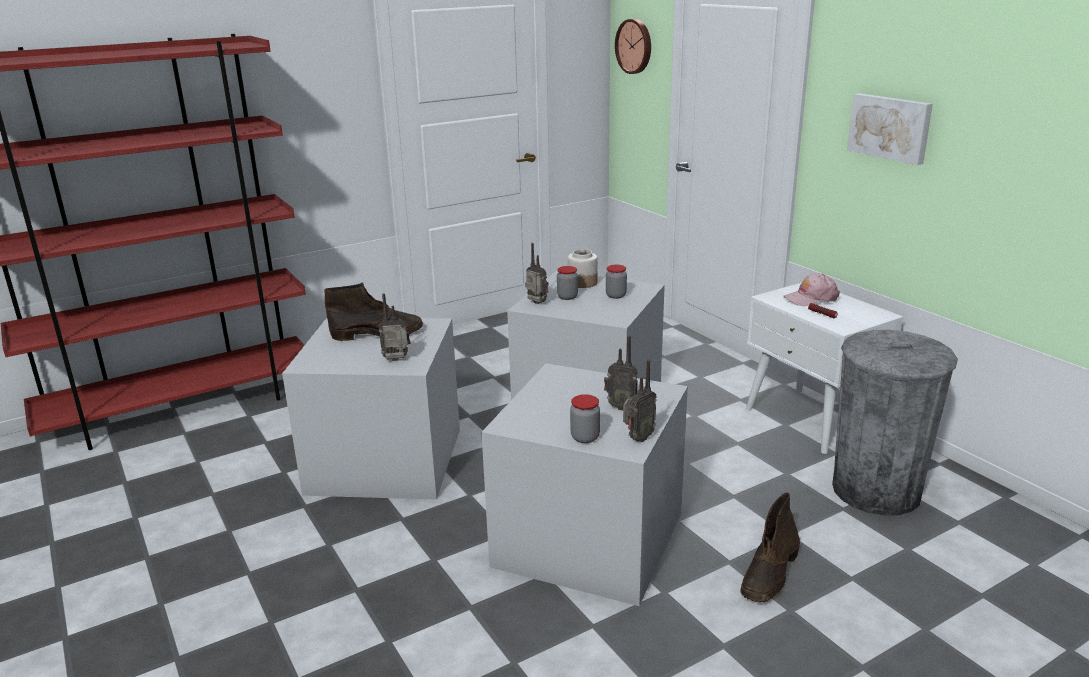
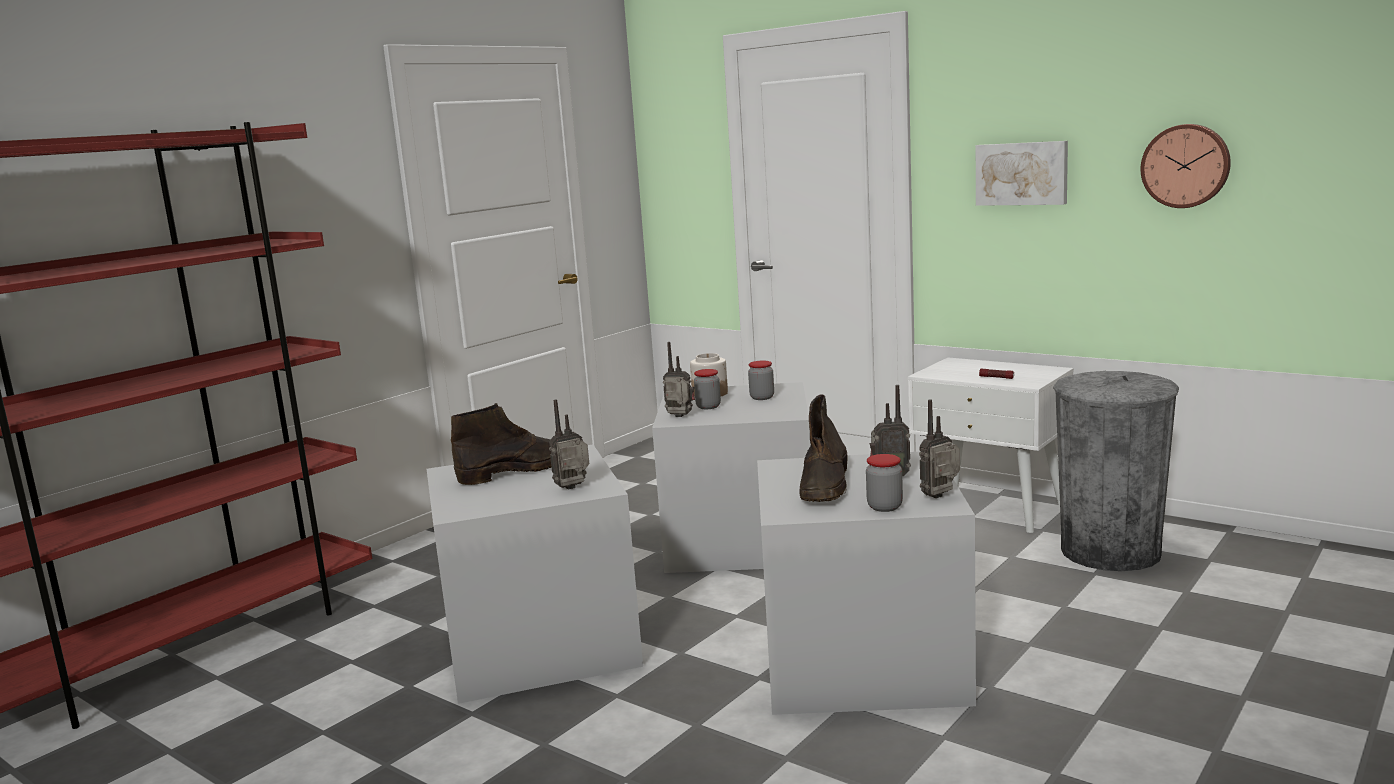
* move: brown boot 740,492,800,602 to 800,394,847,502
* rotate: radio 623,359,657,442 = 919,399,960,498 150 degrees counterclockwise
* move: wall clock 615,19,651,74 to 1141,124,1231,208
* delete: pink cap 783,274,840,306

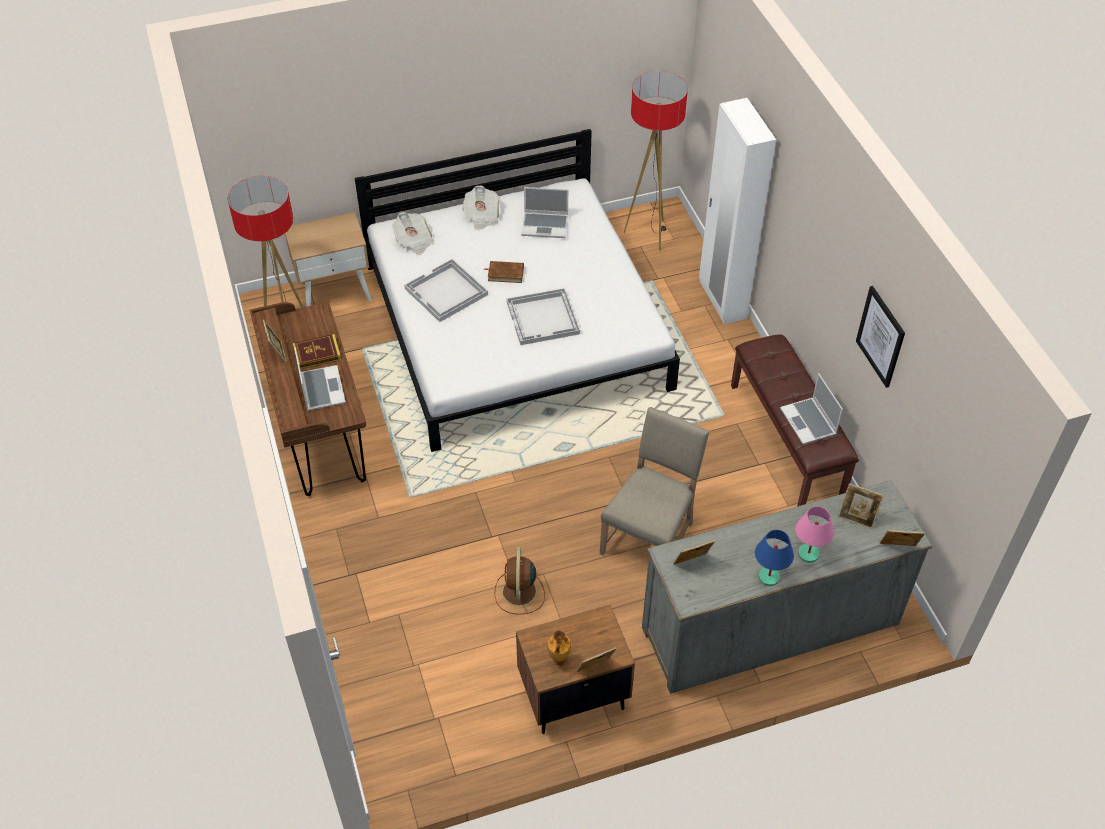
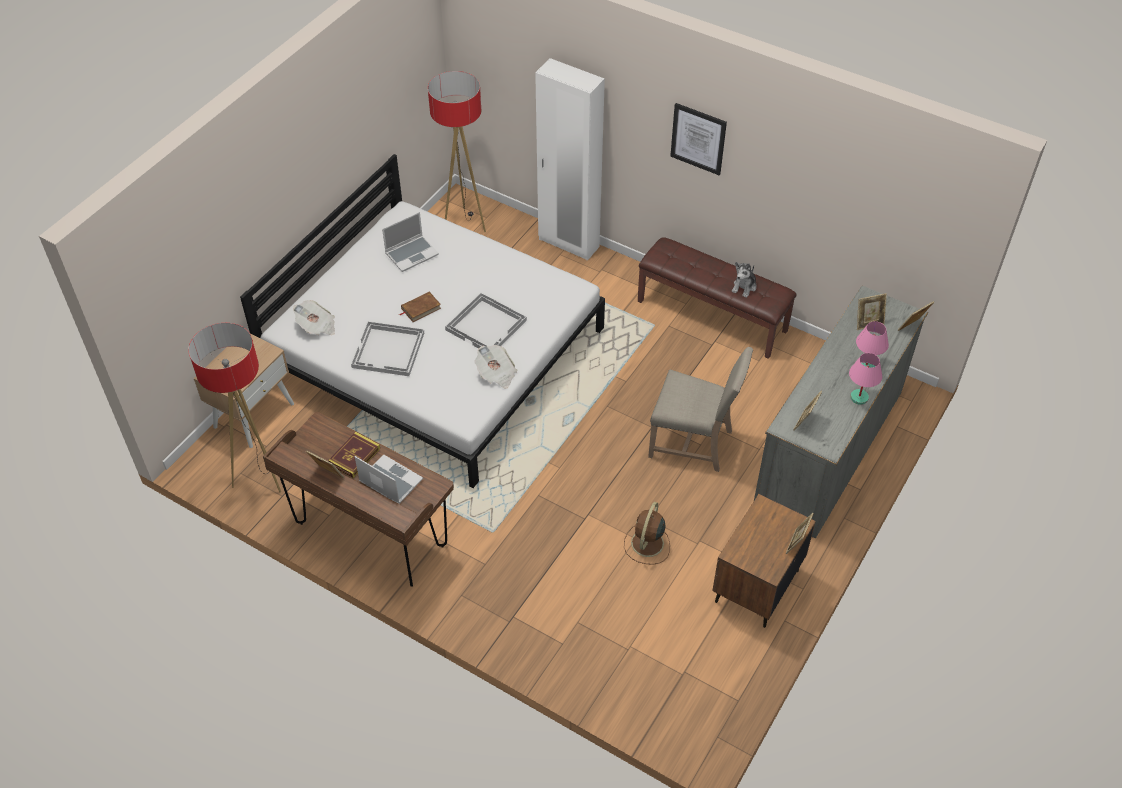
* move: newspaper 462,185,500,230 to 475,345,518,389
* rotate: brown fan 494,547,545,615 = 624,502,670,565 60 degrees clockwise
* rotate: beige chair 600,407,709,555 = 648,347,753,472 120 degrees clockwise
* move: picture 856,286,905,388 to 670,103,727,175
* replace: laptop 780,373,843,444 to plush toy 732,262,757,298
* recolor: blue table lamp 755,530,794,586 to pink table lamp 849,353,882,405
* delete: vase 548,631,571,666

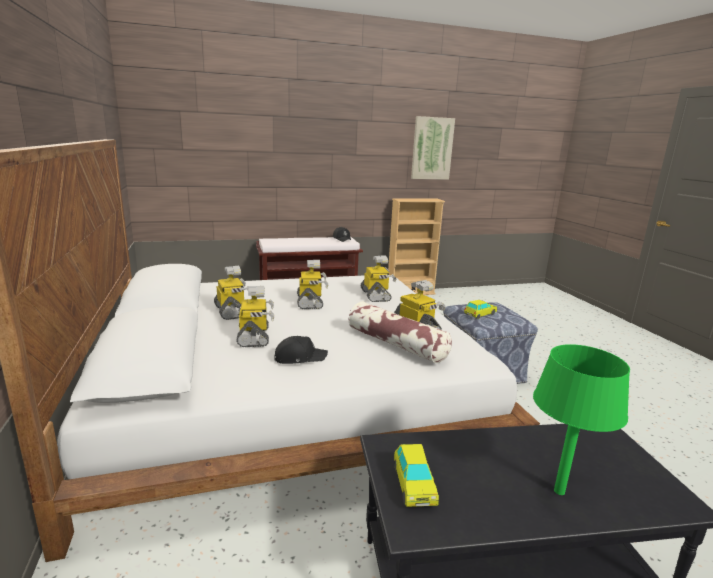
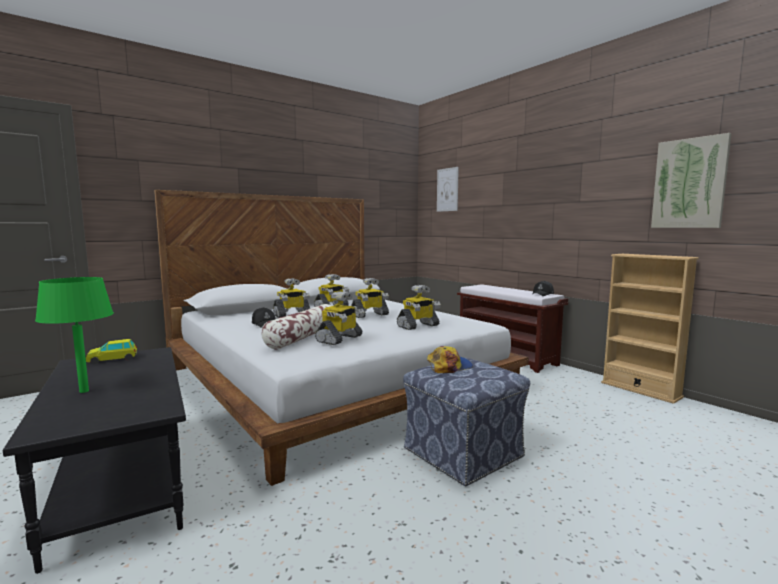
* replace: toy car 464,300,497,319 to cap 427,346,473,373
* insert: picture 437,167,459,212

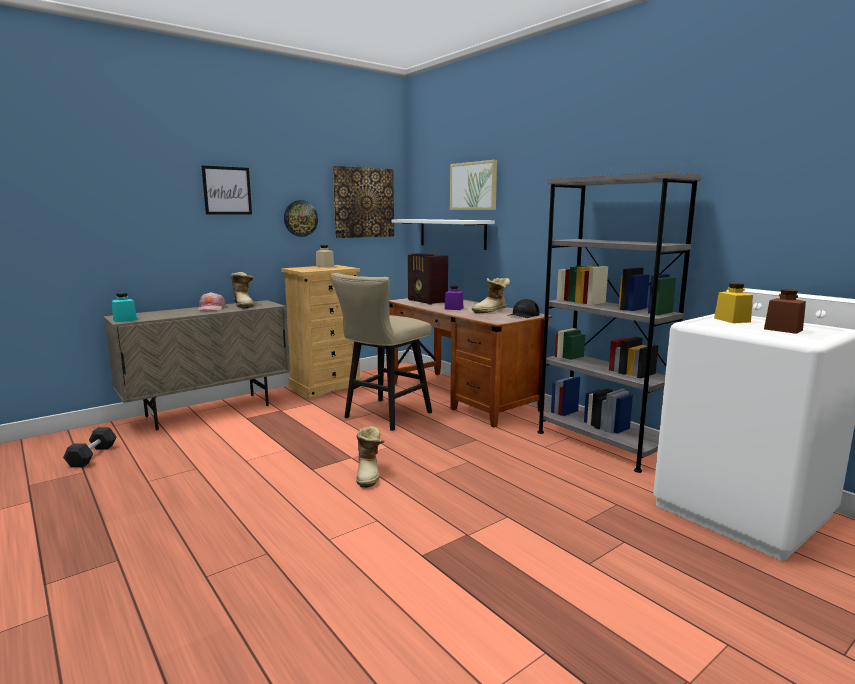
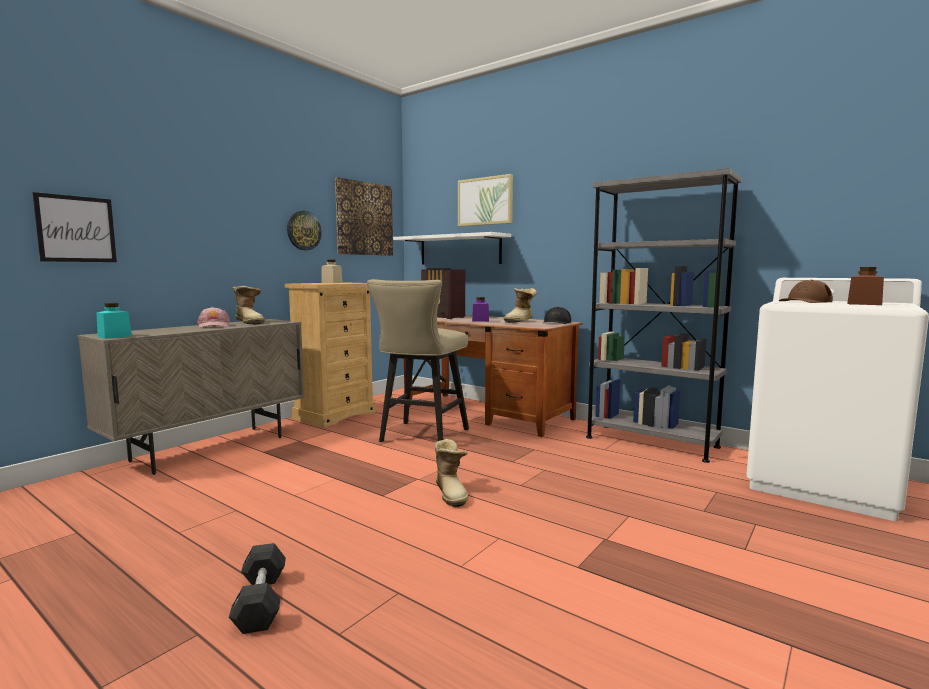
* move: picture 202,166,252,214 to 32,192,117,262
* move: black dumbbell 63,427,117,467 to 229,543,286,634
* replace: yellow jar 714,283,753,323 to brown cap 779,280,833,303

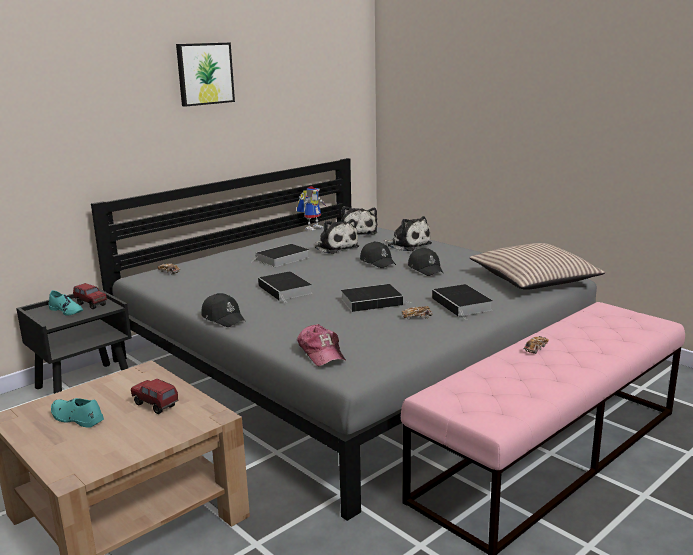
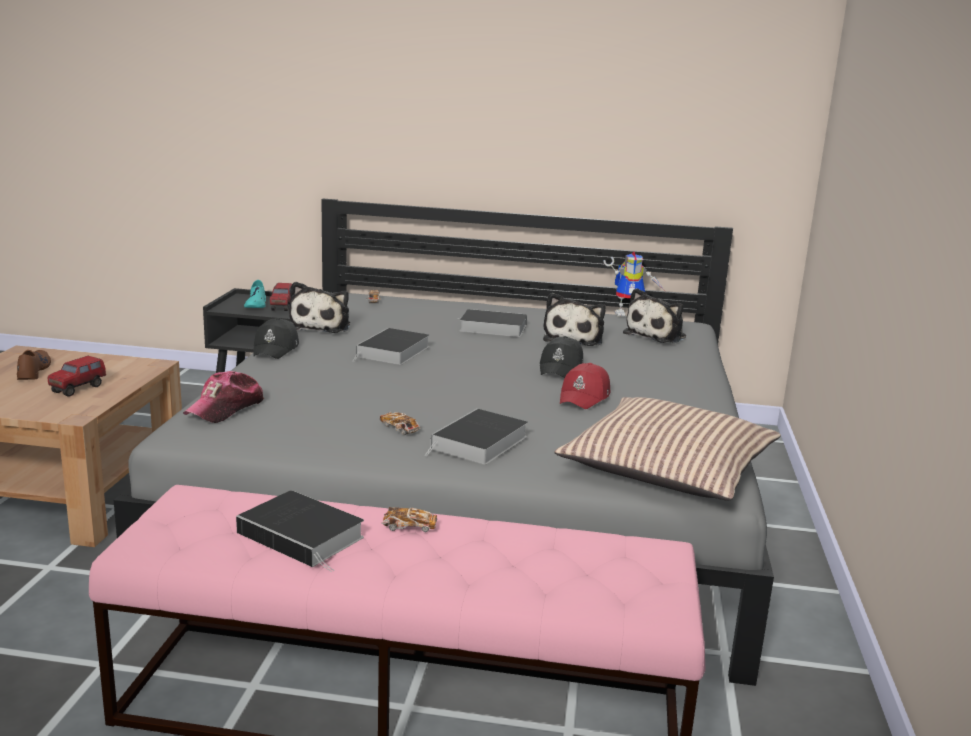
* recolor: turquoise shoe 51,398,104,428 to brown shoe 17,350,51,380
* rotate: toy truck 131,379,179,414 = 47,356,106,397 150 degrees counterclockwise
* move: book 341,284,410,312 to 236,491,364,572
* move: plush toy 384,216,432,251 to 289,282,350,333
* recolor: black cap 408,248,443,276 to red cap 560,363,611,409
* delete: picture 176,42,235,107

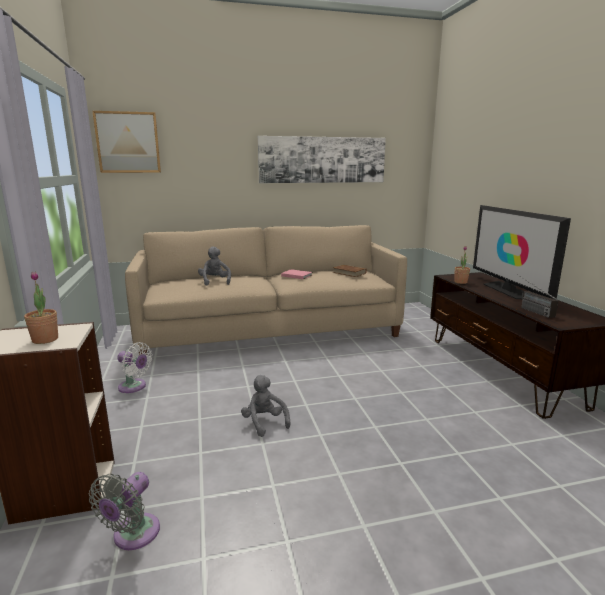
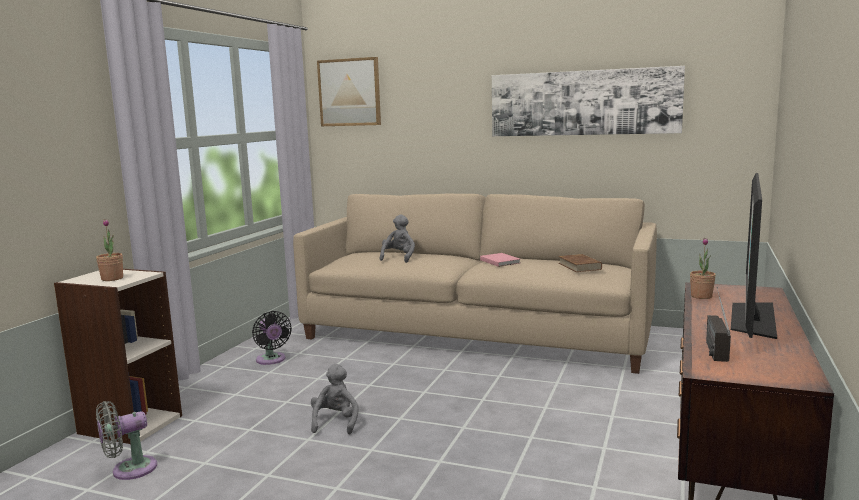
* recolor: white fan 117,342,152,393 to black fan 252,311,292,365

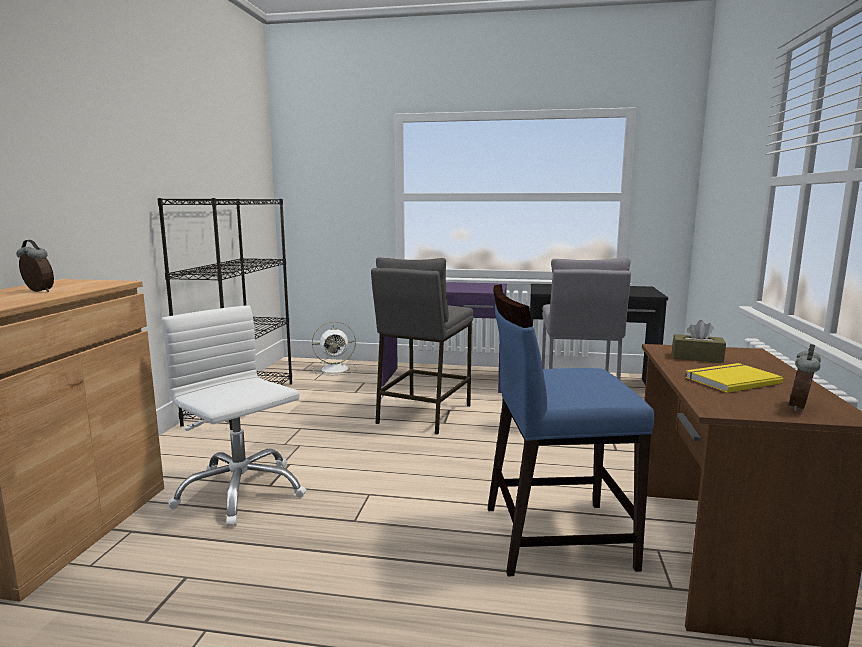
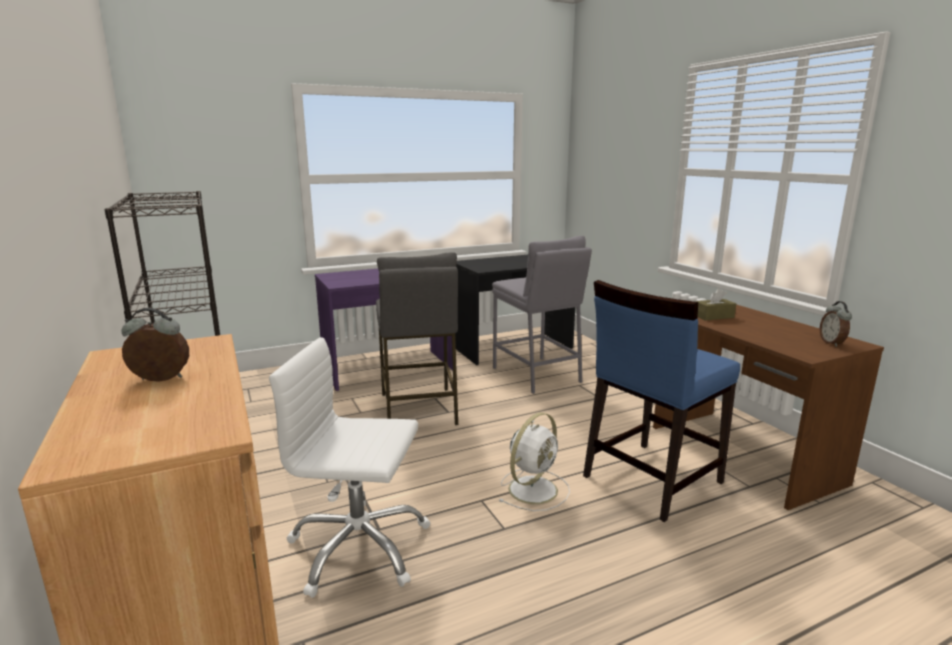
* move: white fan 312,321,357,375 to 499,412,570,511
* delete: yellow book 685,363,783,393

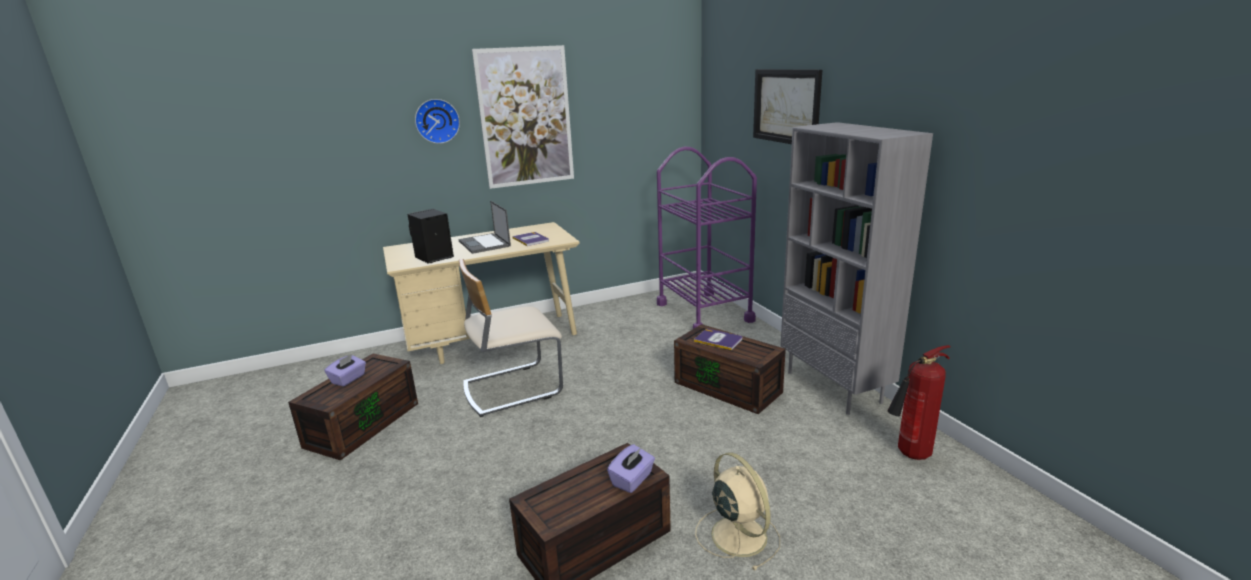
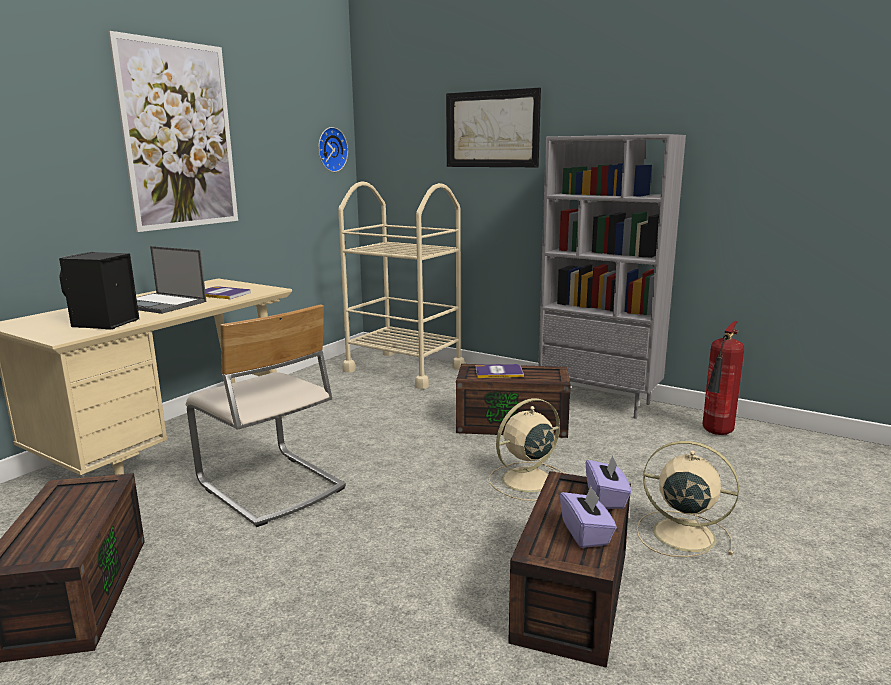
* rotate: beige chair 459,259,563,417 = 186,305,346,527 75 degrees counterclockwise
* move: wall clock 415,99,460,144 to 318,127,348,172
* recolor: purple cart 657,147,757,329 to beige cart 338,181,465,389
* insert: beige fan 489,398,567,501
* move: purple tissue box 325,354,366,386 to 560,486,617,548

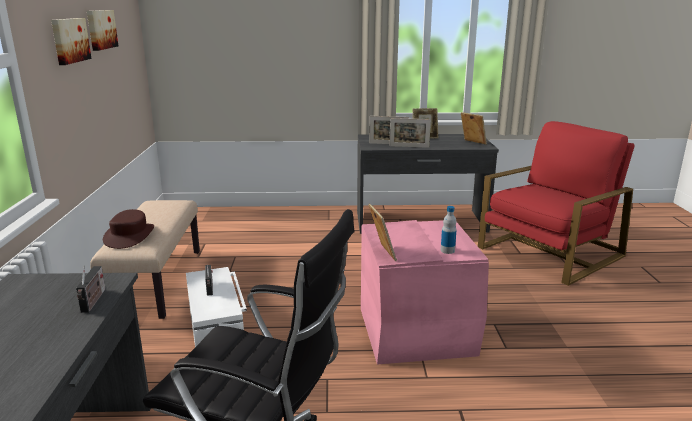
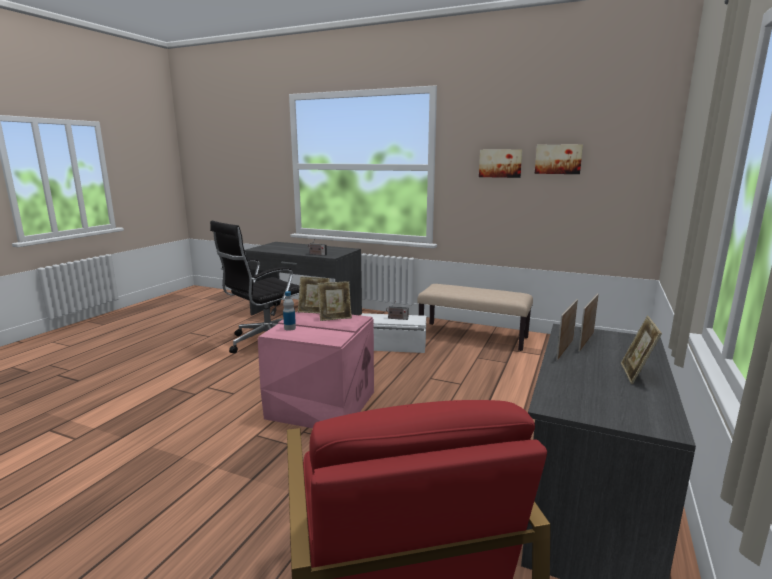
* move: picture frame 461,112,487,145 to 318,281,352,321
* delete: brown hat 103,209,154,249

